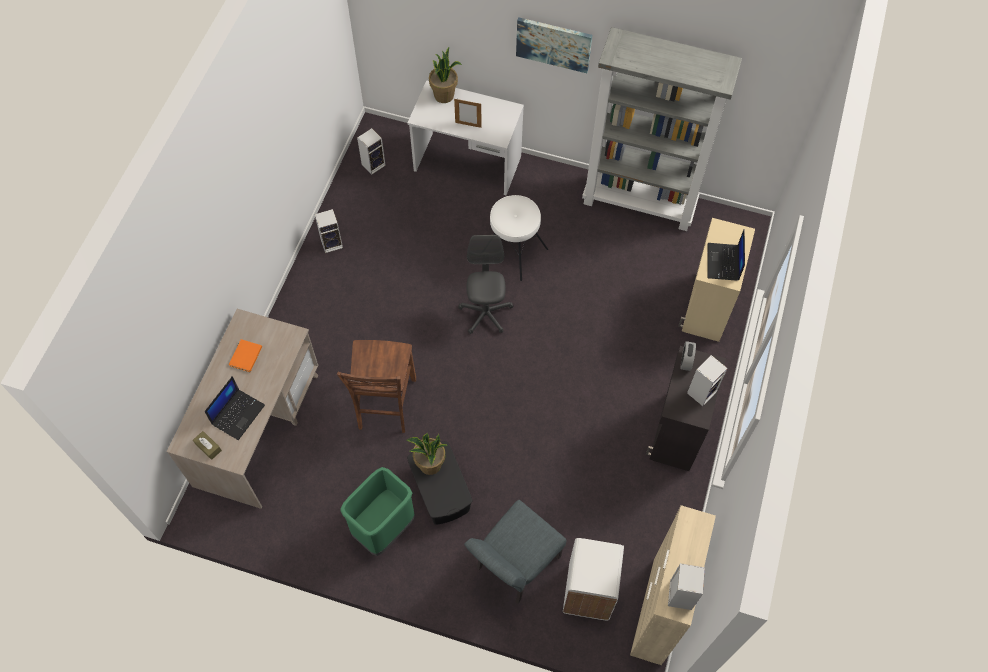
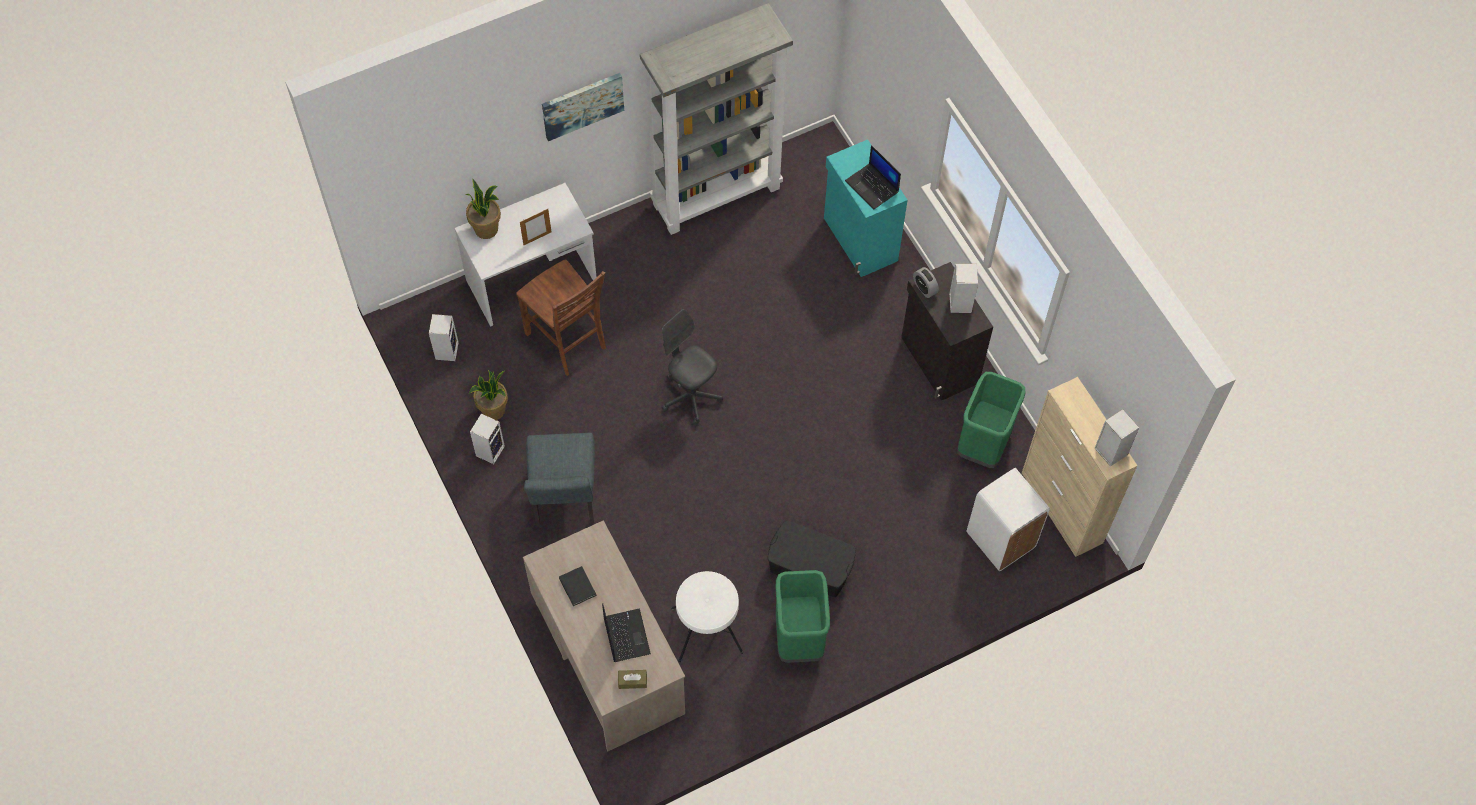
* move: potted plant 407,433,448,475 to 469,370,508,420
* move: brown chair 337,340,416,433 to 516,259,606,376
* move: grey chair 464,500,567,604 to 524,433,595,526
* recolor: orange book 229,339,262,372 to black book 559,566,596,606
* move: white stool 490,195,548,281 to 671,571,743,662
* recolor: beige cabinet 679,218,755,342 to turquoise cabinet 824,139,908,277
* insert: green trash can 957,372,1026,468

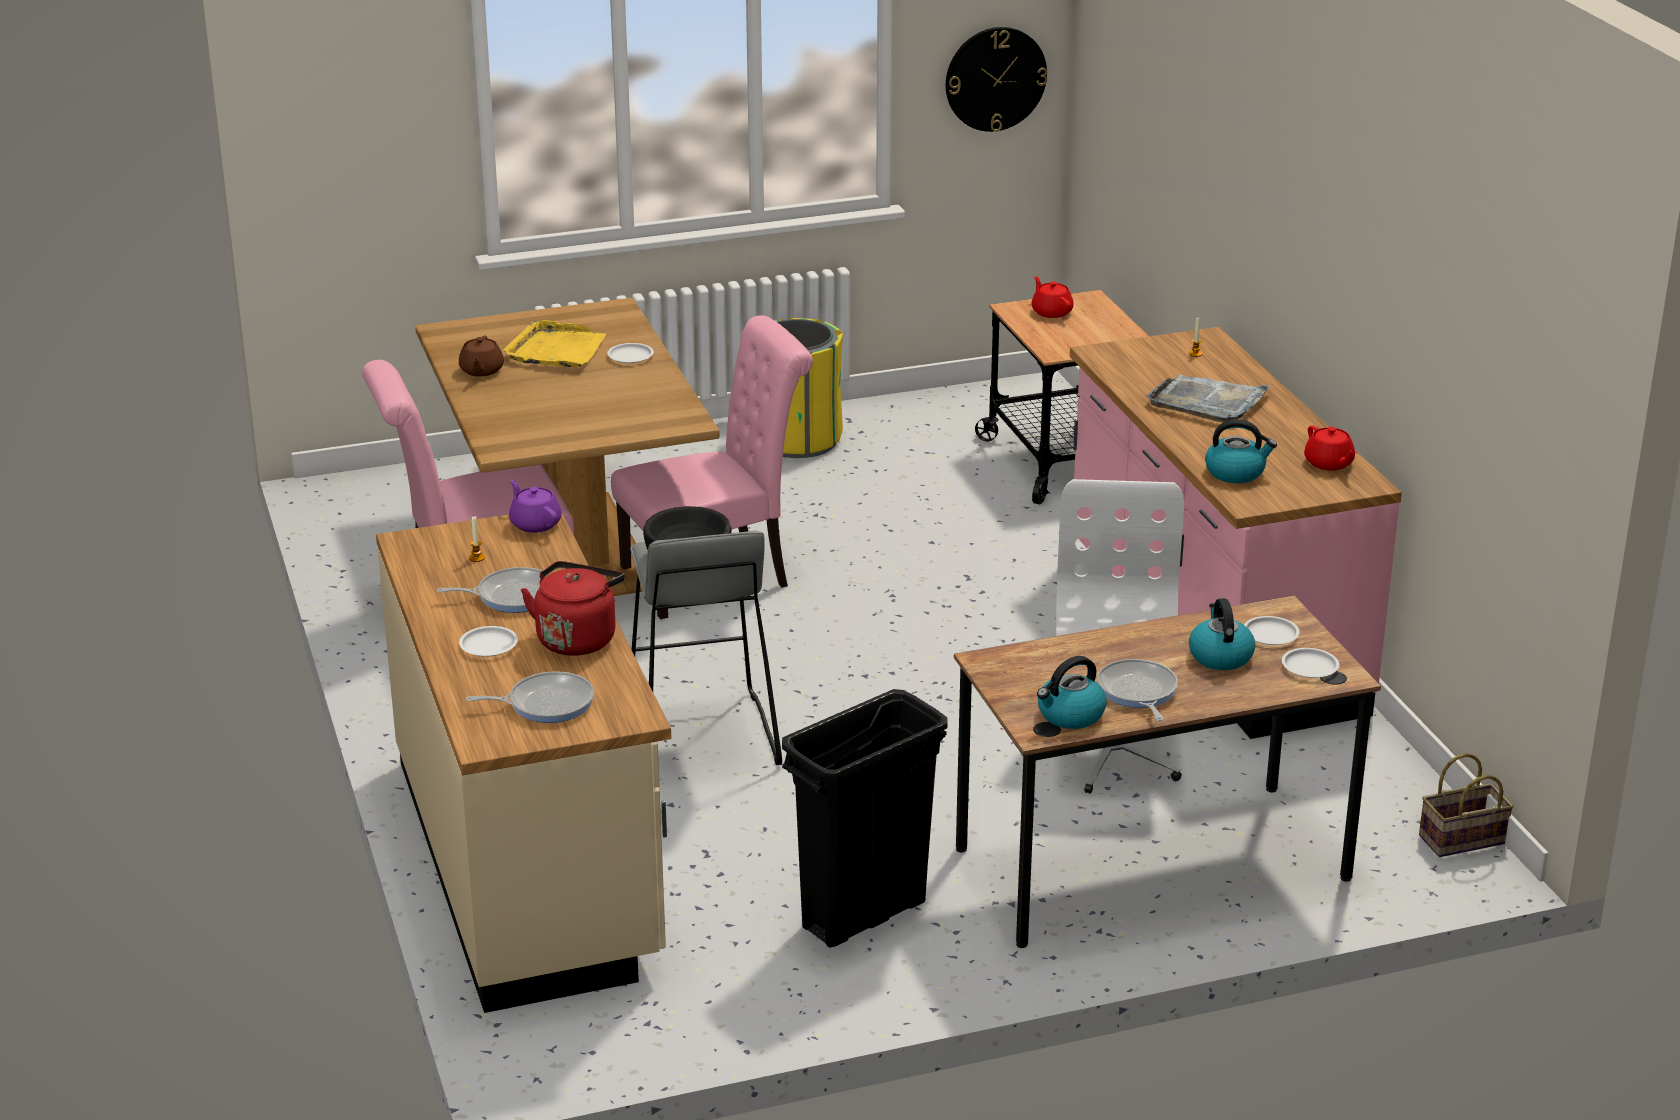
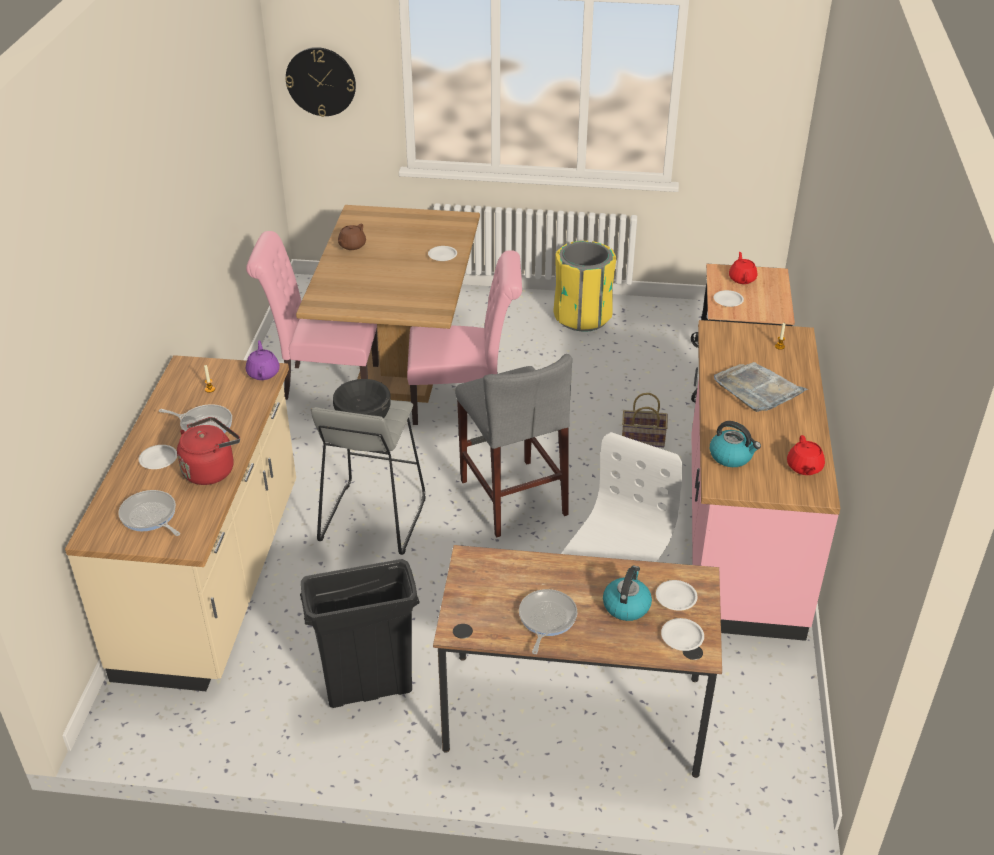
* rotate: frying pan 465,671,594,723 = 118,490,180,536 150 degrees counterclockwise
* move: wall clock 946,27,1047,132 to 286,47,356,117
* insert: grey stool 455,354,572,537
* move: basket 1419,753,1514,857 to 622,393,668,448
* insert: white plate 714,290,744,307
* delete: yellow tray 503,320,606,367
* delete: kettle 1037,656,1107,729

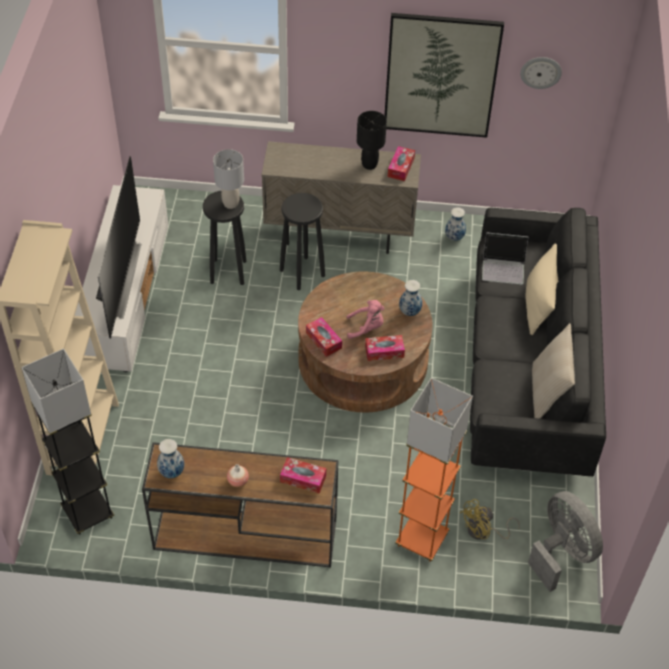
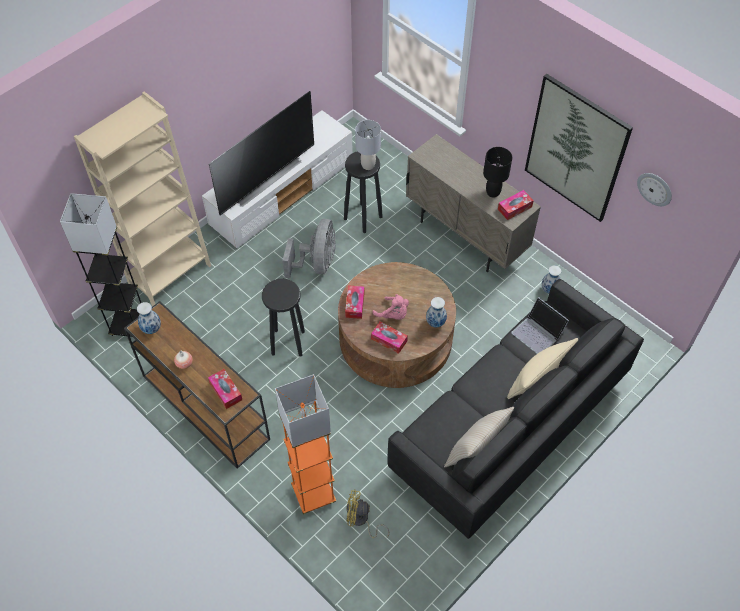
* move: black stool 280,193,325,290 to 262,279,305,357
* move: grey fan 528,491,603,592 to 283,219,336,278

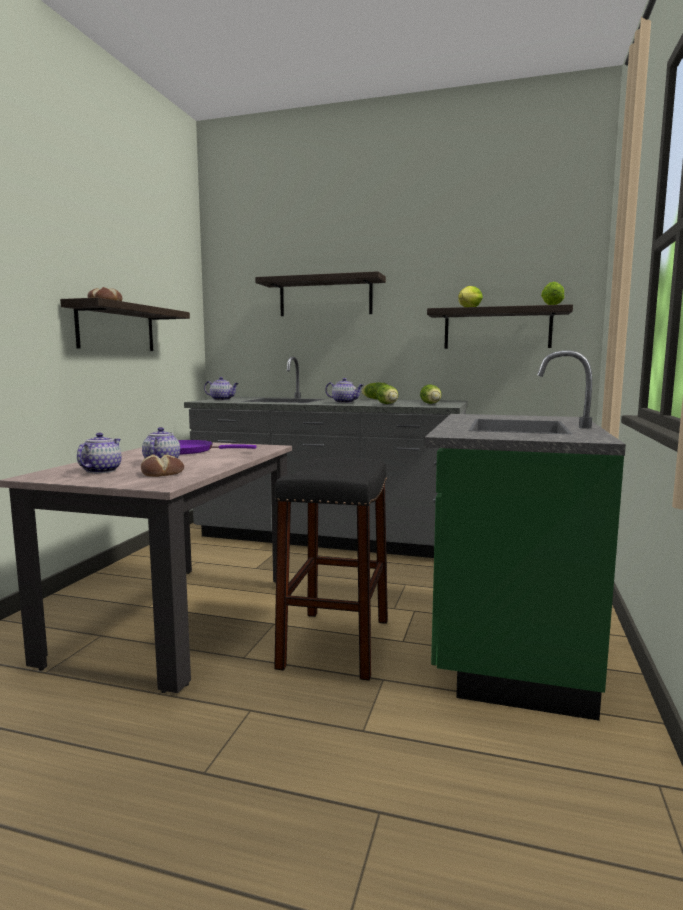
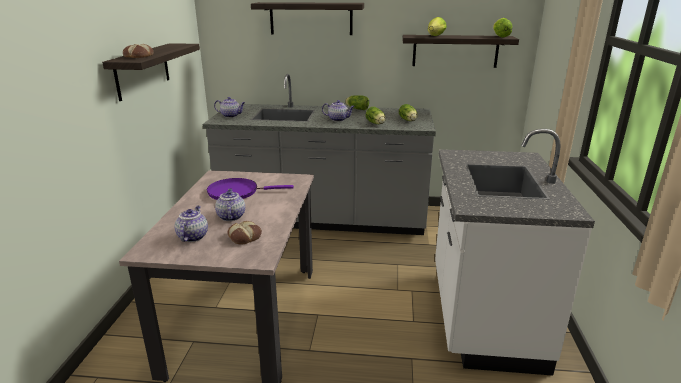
* recolor: green counter 424,350,626,721 to white counter 435,129,595,376
* delete: black stool 274,457,388,680

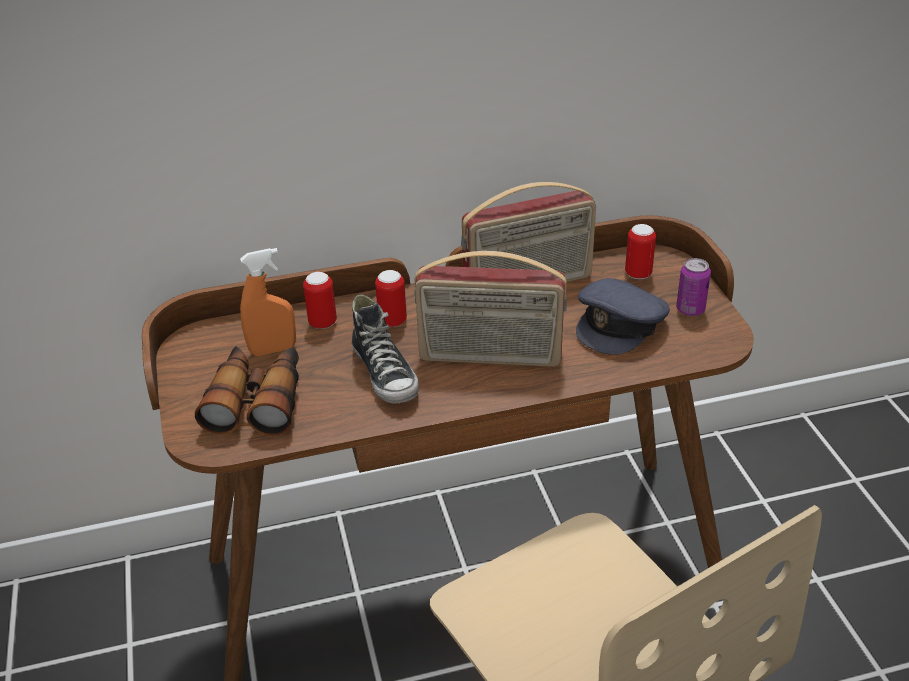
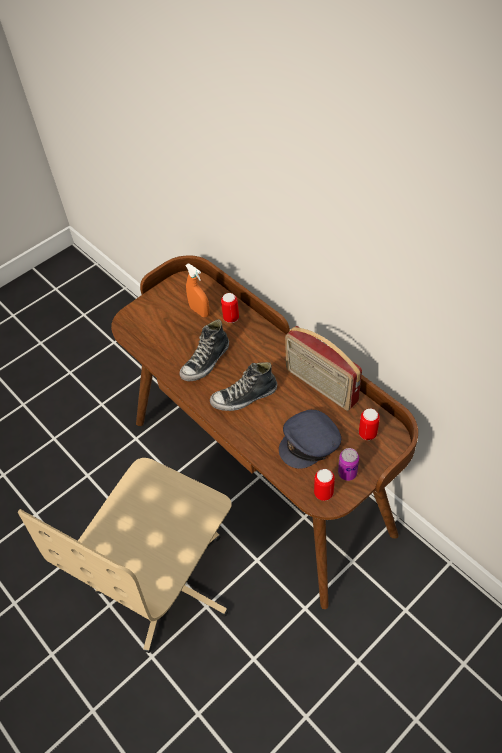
* replace: radio 414,251,567,367 to shoe 210,362,277,411
* rotate: grey cap 576,278,670,355 = 279,410,341,469 45 degrees counterclockwise
* move: can 375,270,407,327 to 314,469,335,501
* delete: binoculars 195,346,299,436

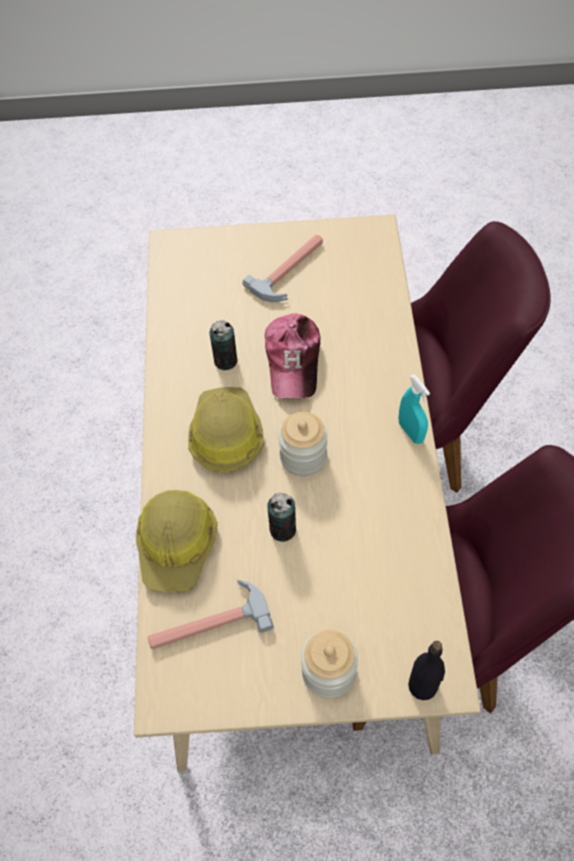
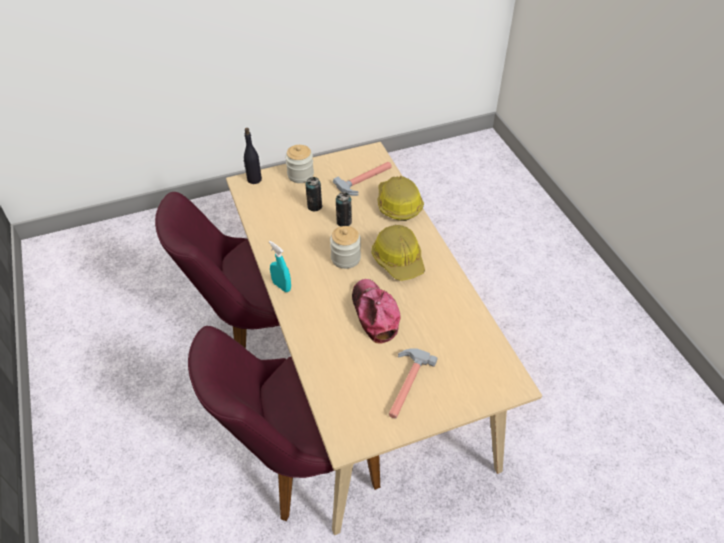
* move: can 209,320,237,370 to 305,177,322,211

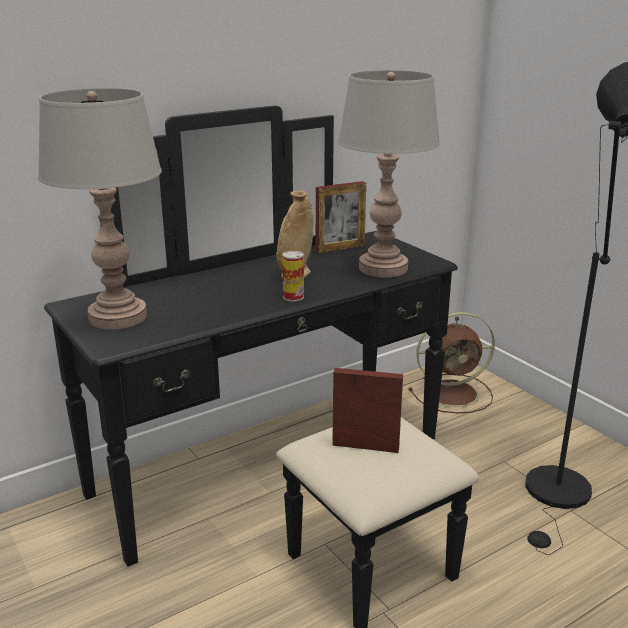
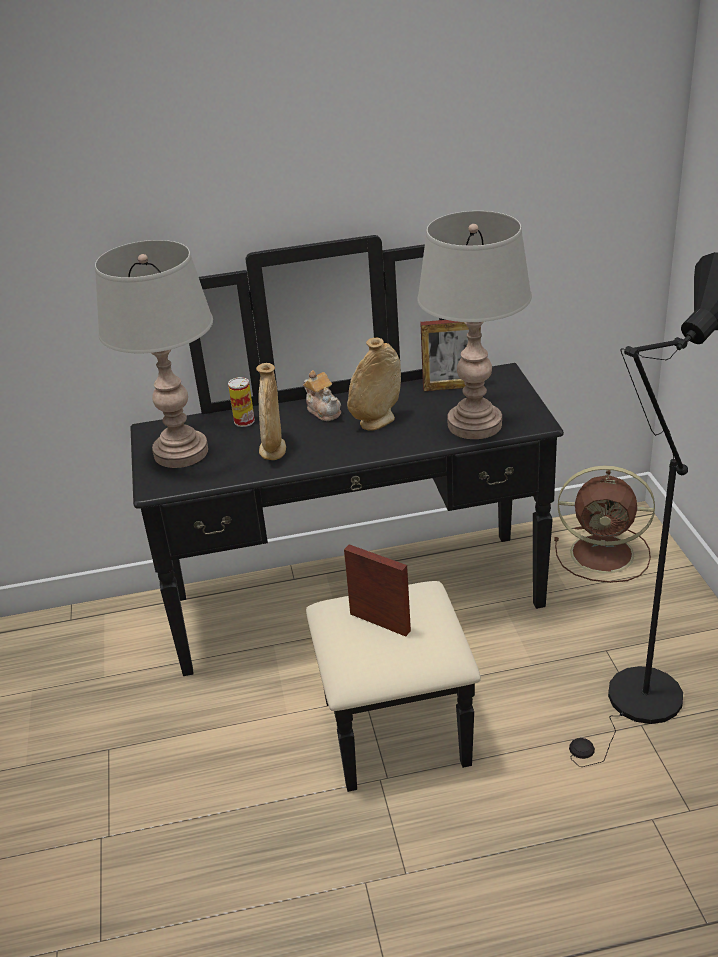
* move: can 282,251,304,302 to 228,377,255,427
* insert: beige vase 256,363,286,460
* insert: teapot 303,370,341,421

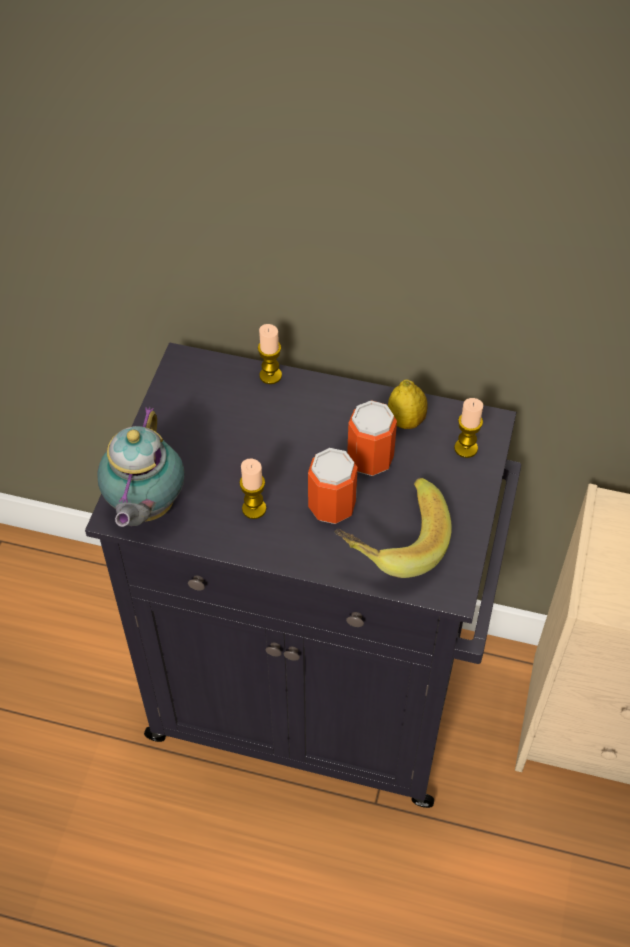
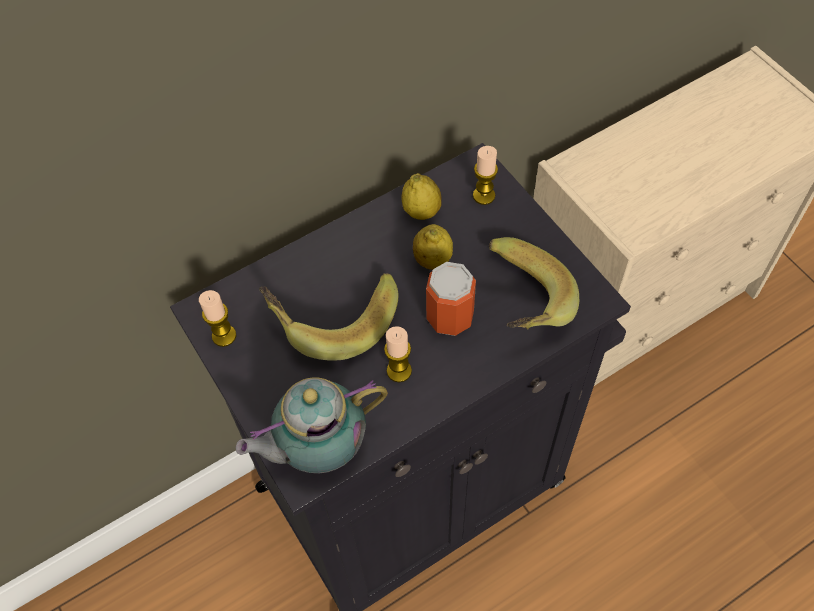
* move: candle 258,324,282,384 to 199,290,236,347
* rotate: teapot 97,407,185,527 = 236,377,388,473 105 degrees clockwise
* insert: banana 259,273,398,361
* replace: can 347,400,397,476 to lemon 413,224,453,270

